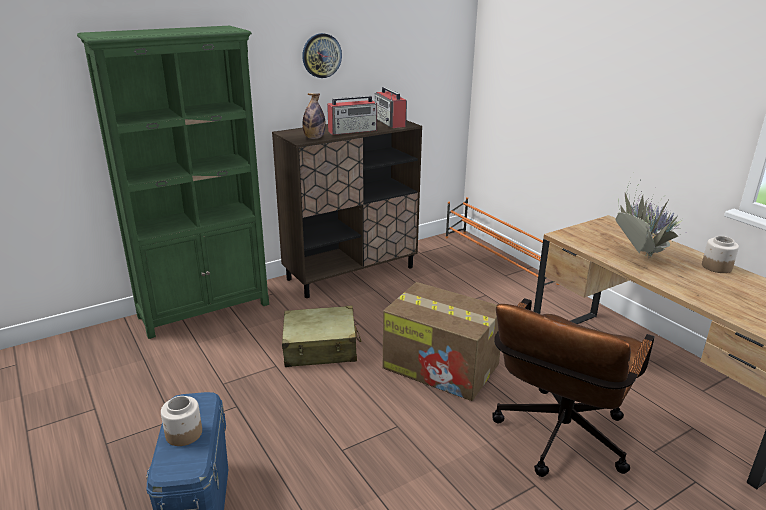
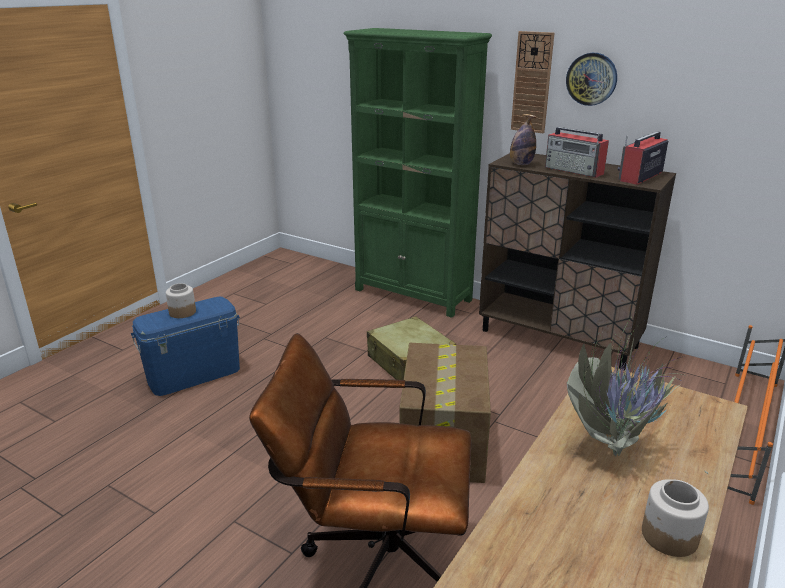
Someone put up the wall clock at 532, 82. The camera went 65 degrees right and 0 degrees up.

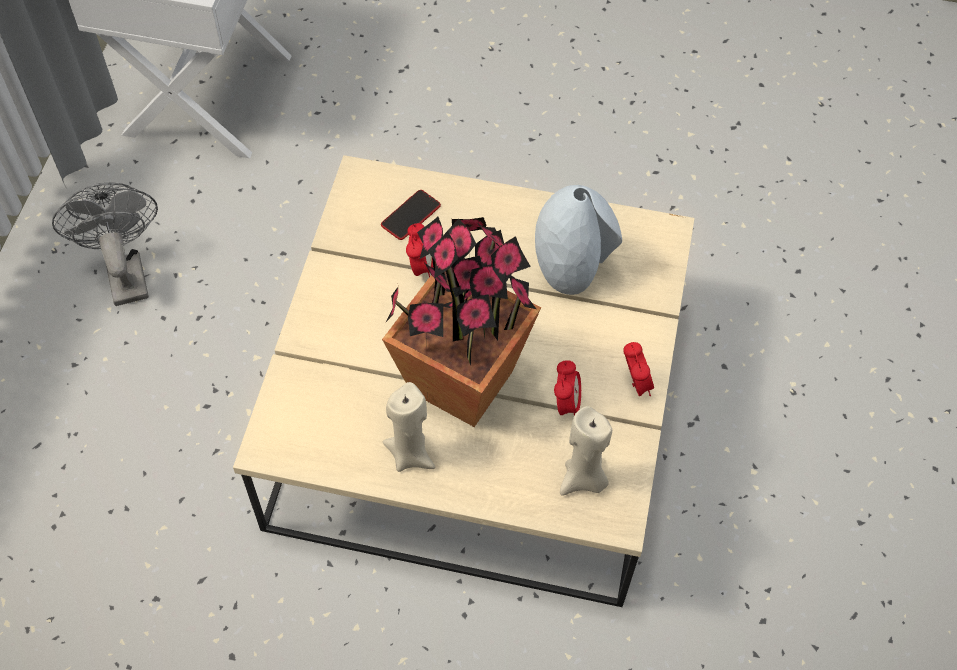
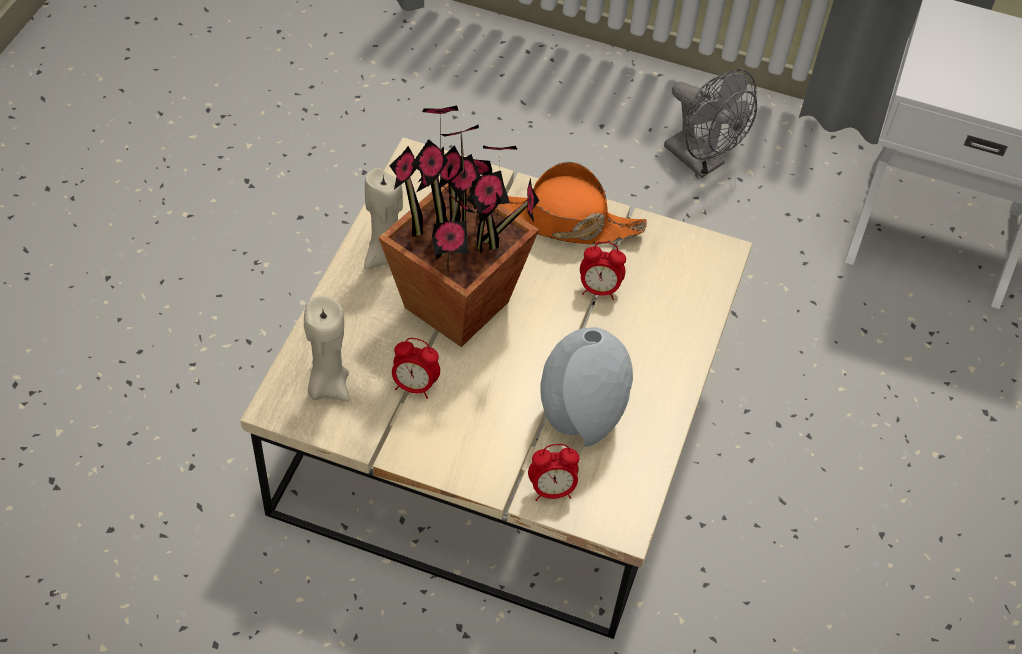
Someone rotated the fan in grey at 105, 244 by 60 degrees clockwise. Someone took away the phone at 411, 215. Someone carried the table clock from 638, 369 to 553, 472. Someone put down the clothing hat in orange at 573, 203. The camera went 95 degrees right and 5 degrees down.

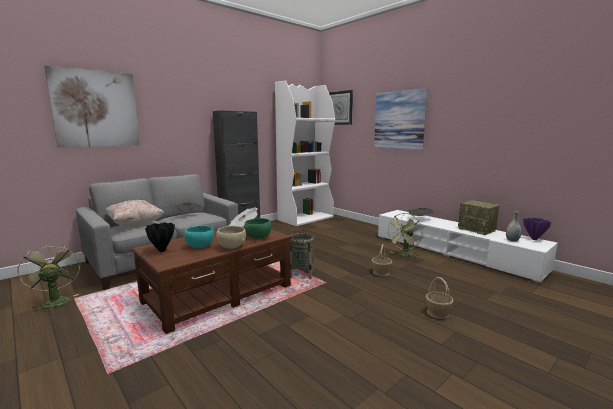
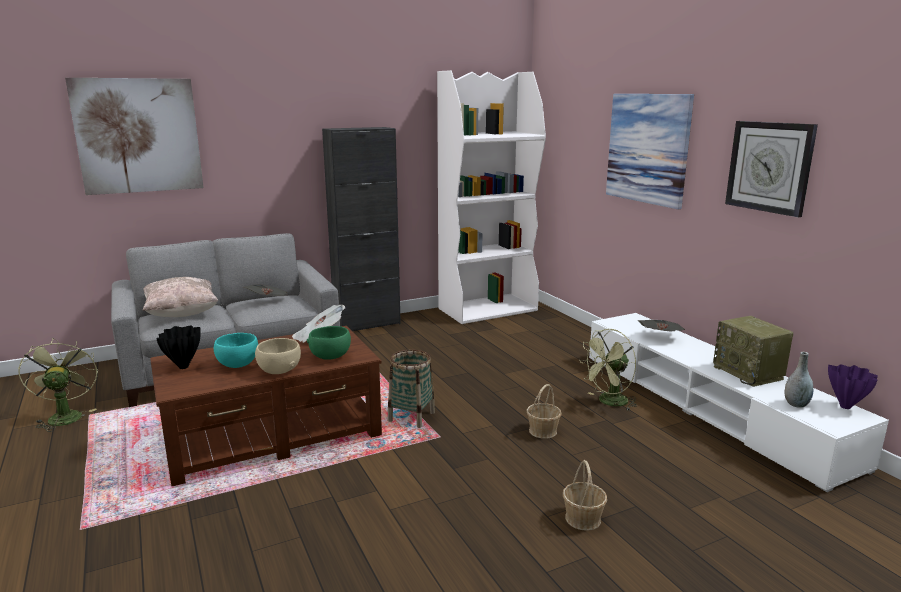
Someone carried the wall clock from 341, 107 to 771, 169. The camera went 15 degrees right and 5 degrees up.

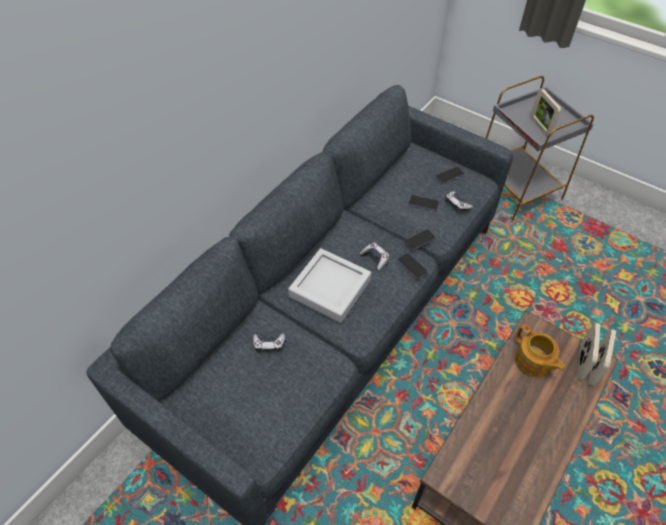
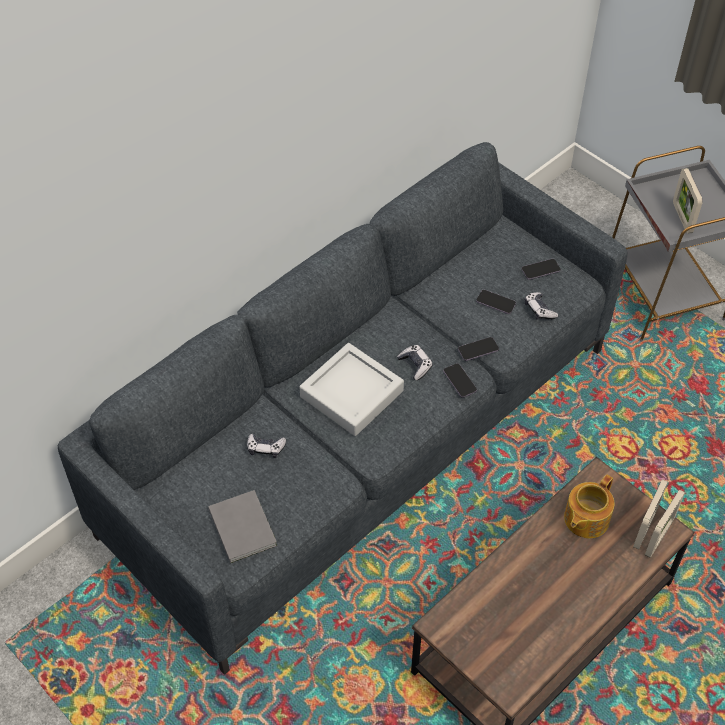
Someone rotated the tea pot at 540, 351 by 60 degrees clockwise. Someone put down the book in grey at 242, 526. The camera went 10 degrees right and 0 degrees up.

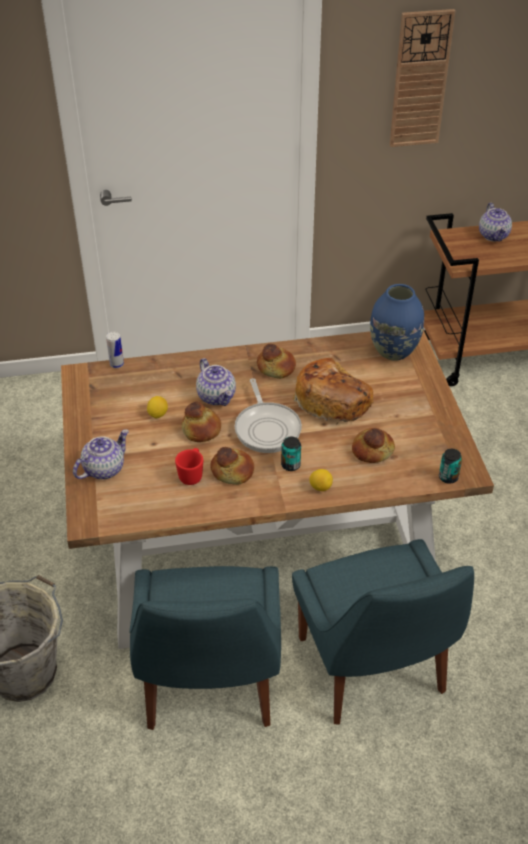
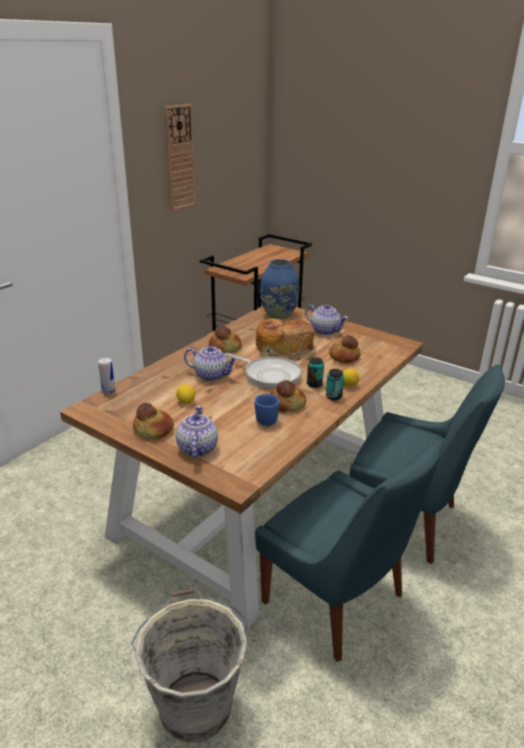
Someone carried the tea pot from 495, 222 to 326, 319. Someone carried the baked bread from 201, 422 to 153, 421. Someone repainted the tea mug in reddish at 189, 466, which became the tea mug in bluish at 267, 410. Someone carried the sealed can from 450, 466 to 335, 384. The camera went 45 degrees left and 15 degrees down.

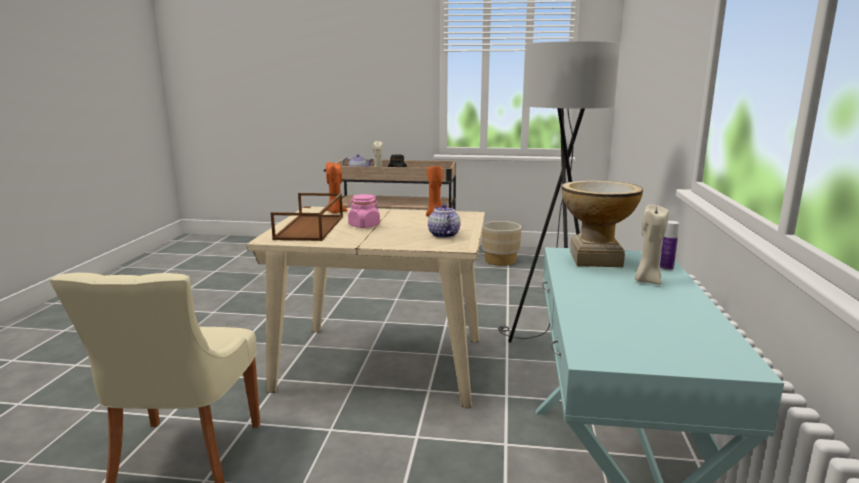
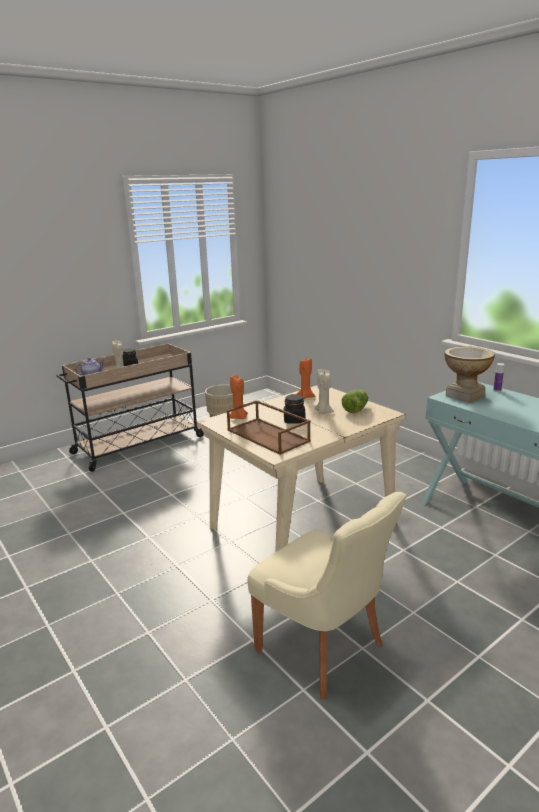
Someone took away the standard lamp in grey at 559, 192. Someone repainted the storage jar in pinkish at 364, 211, which became the storage jar in black-coloured at 294, 409. Someone swapped the tea pot at 444, 221 for the lettuce at 355, 401. Someone carried the wax light in beige from 652, 244 to 324, 391. The camera went 45 degrees left and 5 degrees up.

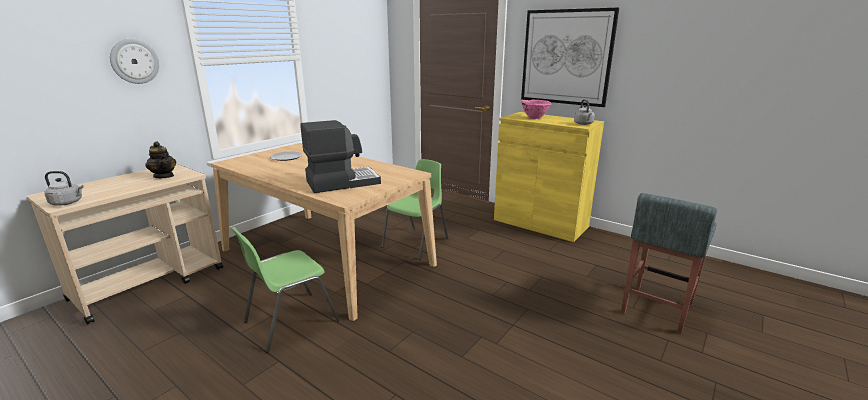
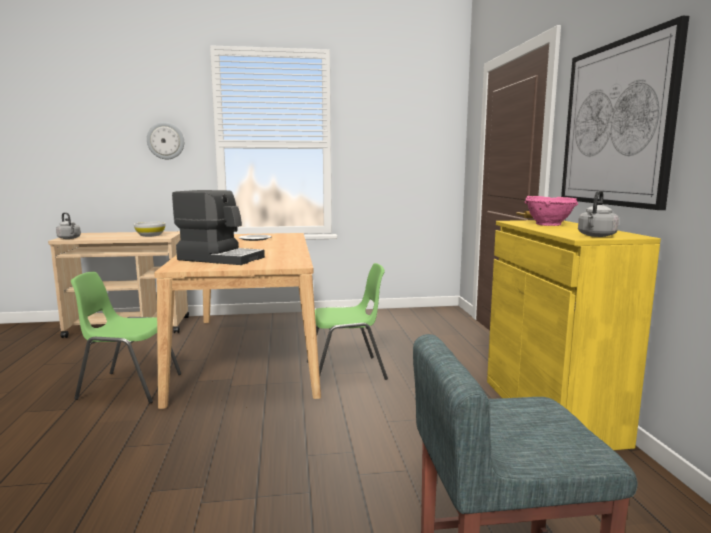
Someone swapped the tea pot at 160, 159 for the bowl in whitish at 149, 229. The camera went 45 degrees right and 10 degrees down.

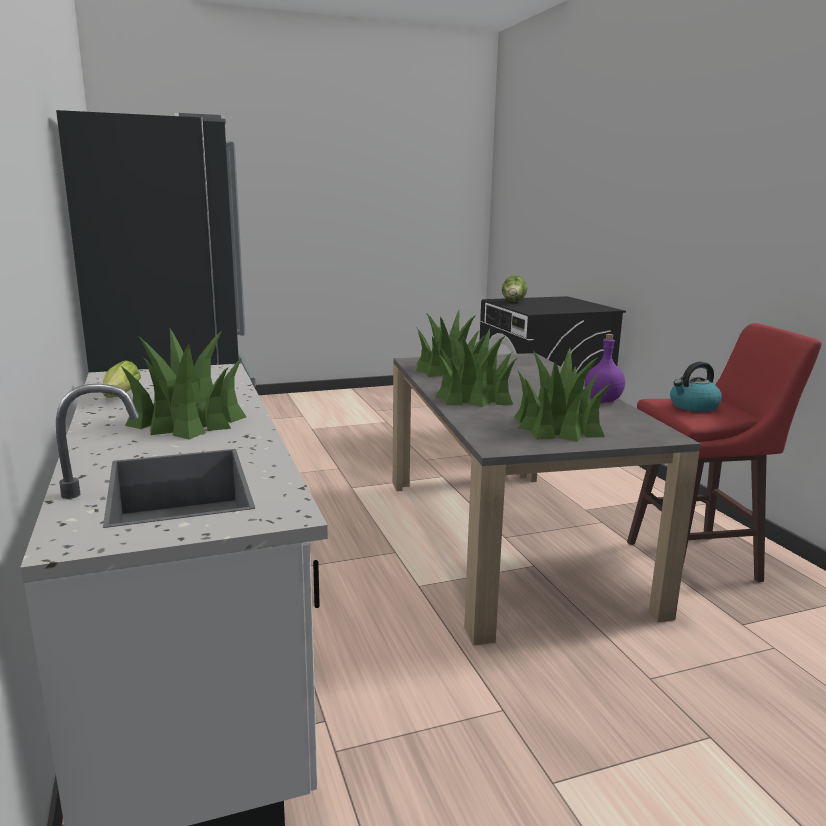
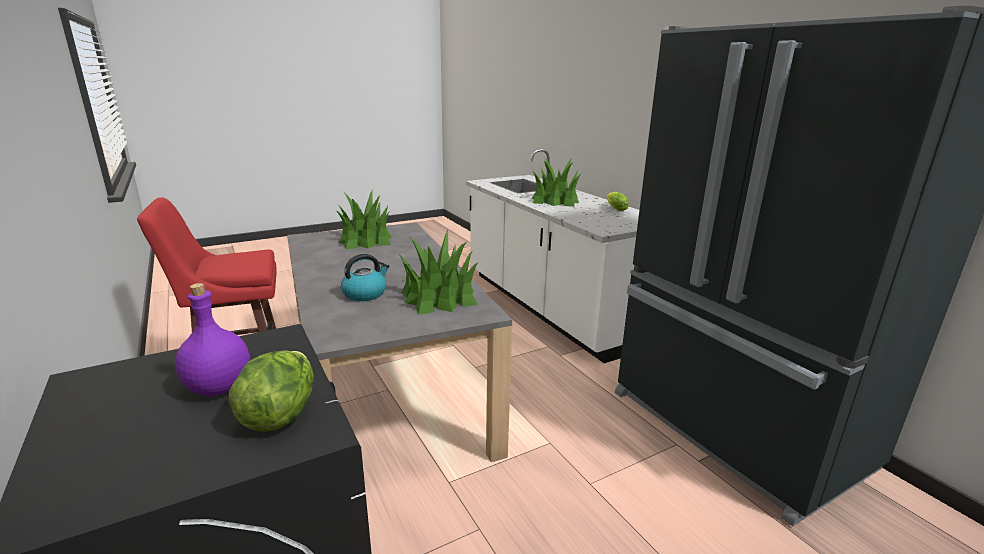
Someone took away the potted plant at 476, 367. Someone carried the beverage bottle in purplish from 605, 368 to 212, 339. Someone carried the kettle from 696, 386 to 365, 277. The camera went 170 degrees right and 5 degrees up.

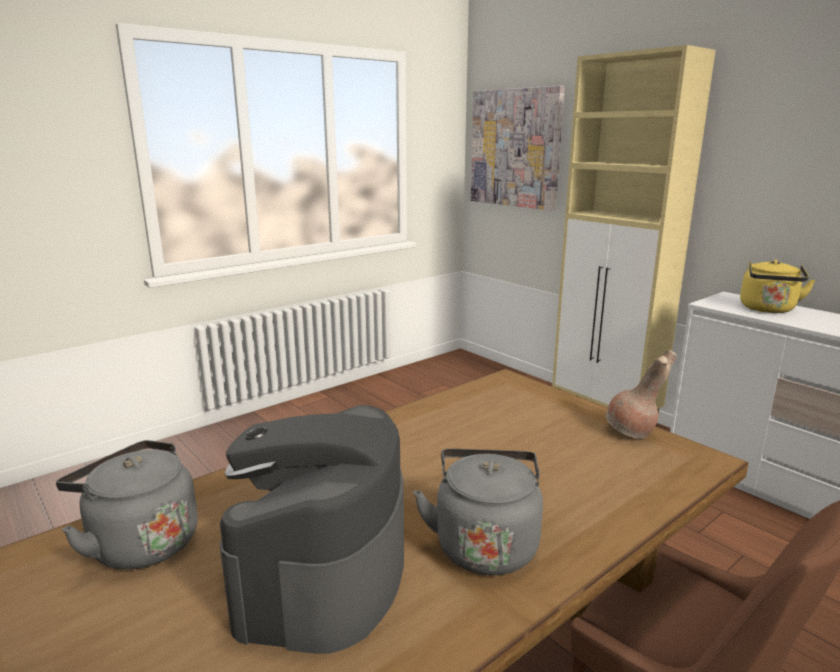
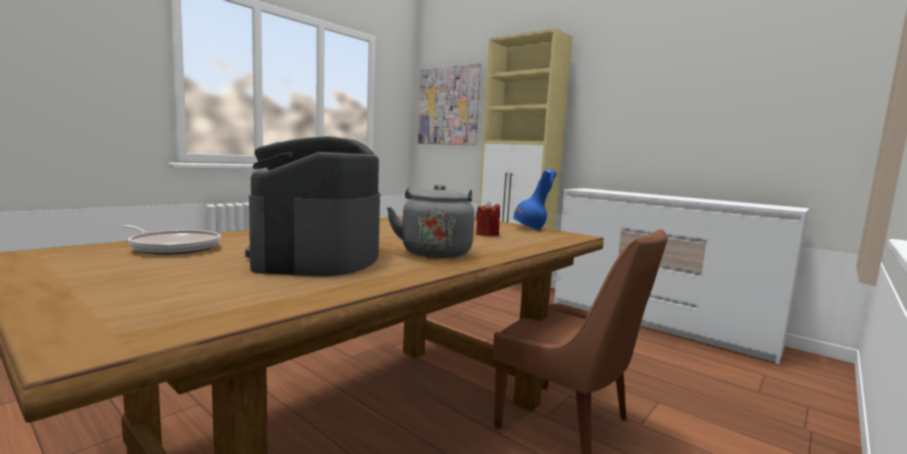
Someone took away the kettle in yellowish at 778, 286. Someone repainted the flower vase in brown-coloured at 641, 394, which became the flower vase in bluish at 535, 199. Someone swapped the kettle in grey at 127, 504 for the skillet at 171, 240. Someone put down the wax light in reddish at 488, 218. The camera went 10 degrees left and 10 degrees down.

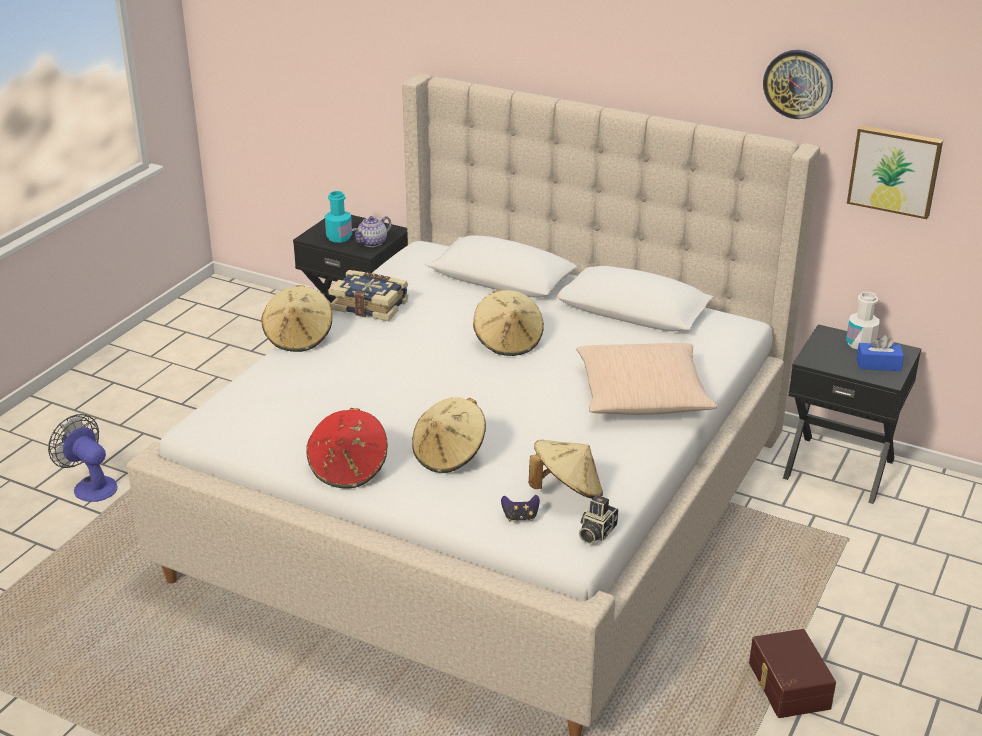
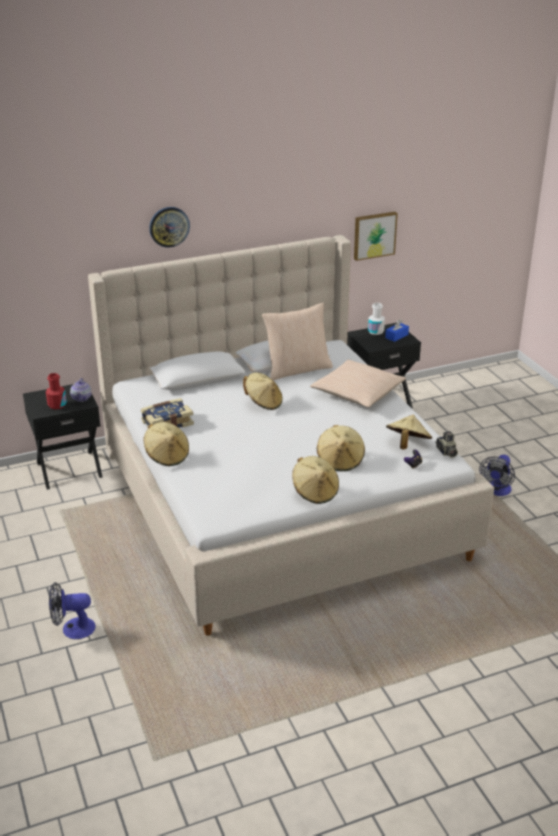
Someone carried the wall clock from 798, 84 to 169, 227. Someone repainted the beverage bottle in turquoise-coloured at 338, 216, which became the beverage bottle in reddish at 56, 391. Someone repainted the clothing hat in reddish at 347, 448, which became the clothing hat in beige at 315, 480. Someone swapped the storage container in brown-coloured at 792, 673 for the fan at 497, 475. Someone put down the throw pillow in beige at 297, 341. The camera went 50 degrees left and 0 degrees up.

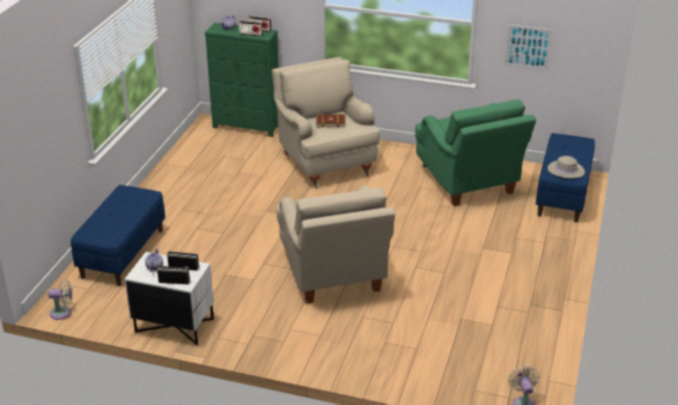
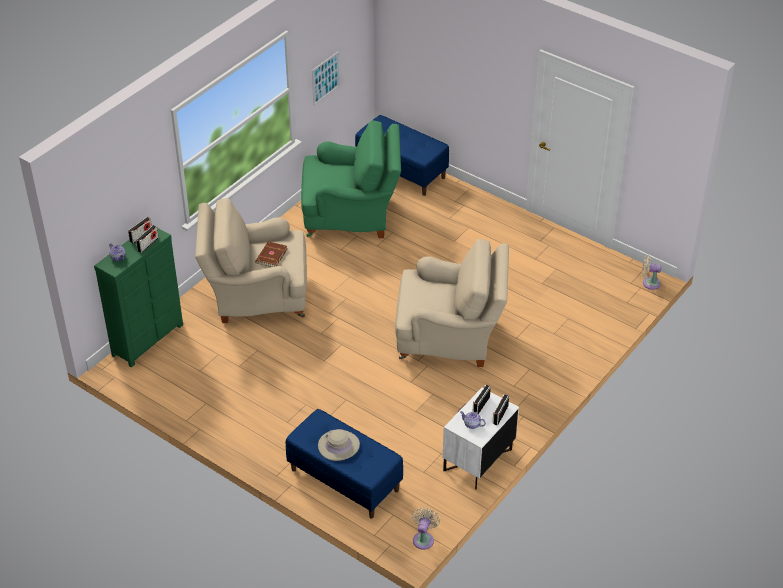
Someone carried the clothing hat in beige from 566, 167 to 339, 445. The camera went 70 degrees left and 10 degrees up.

